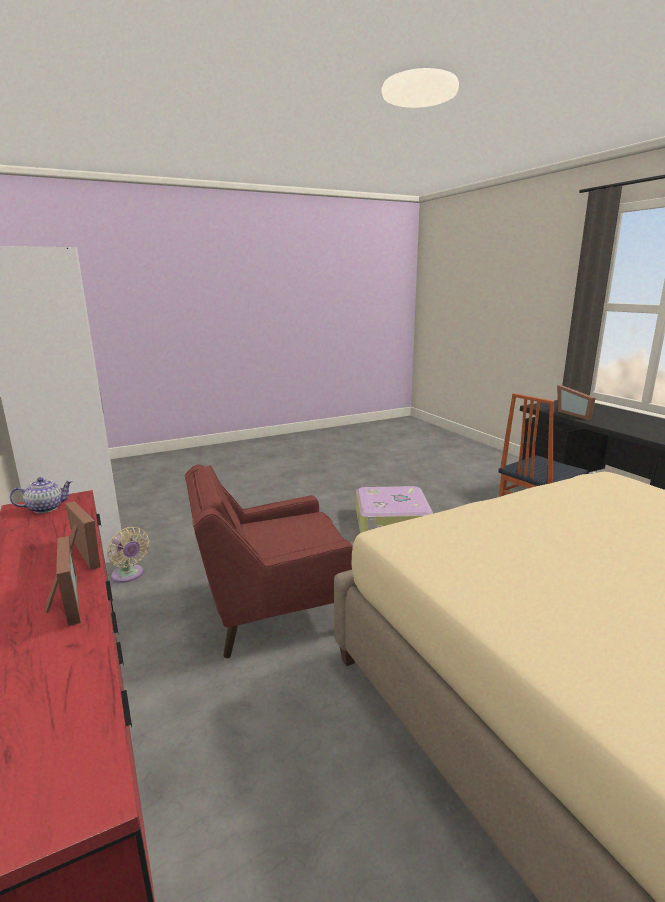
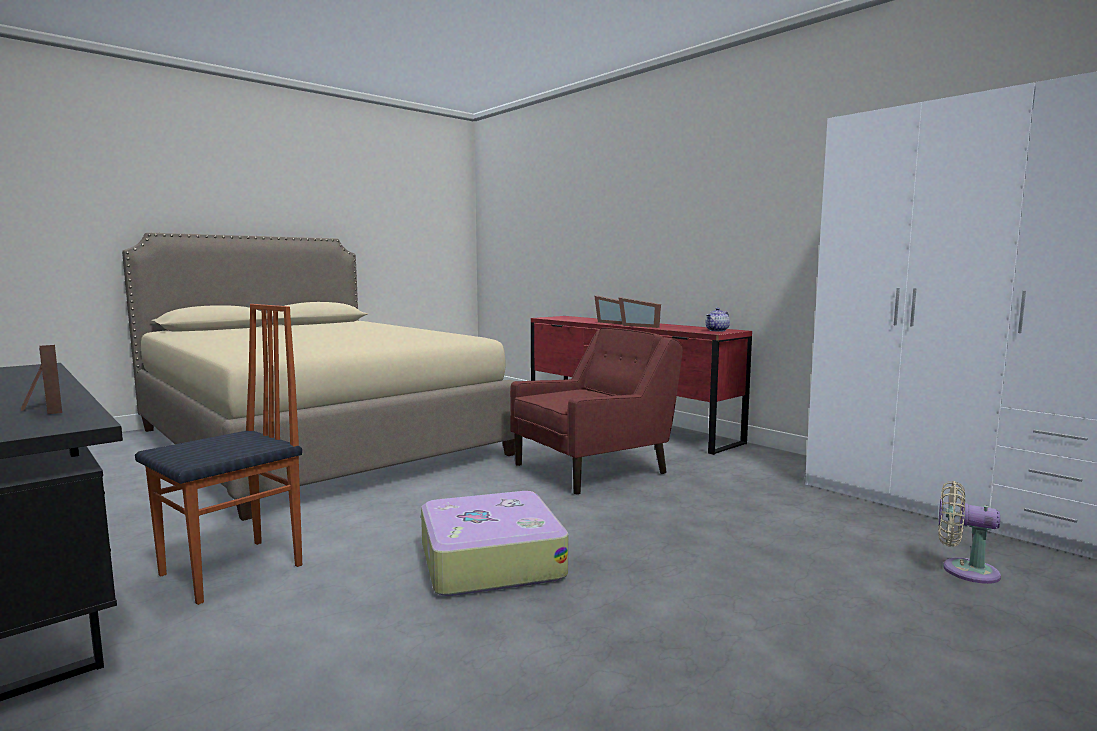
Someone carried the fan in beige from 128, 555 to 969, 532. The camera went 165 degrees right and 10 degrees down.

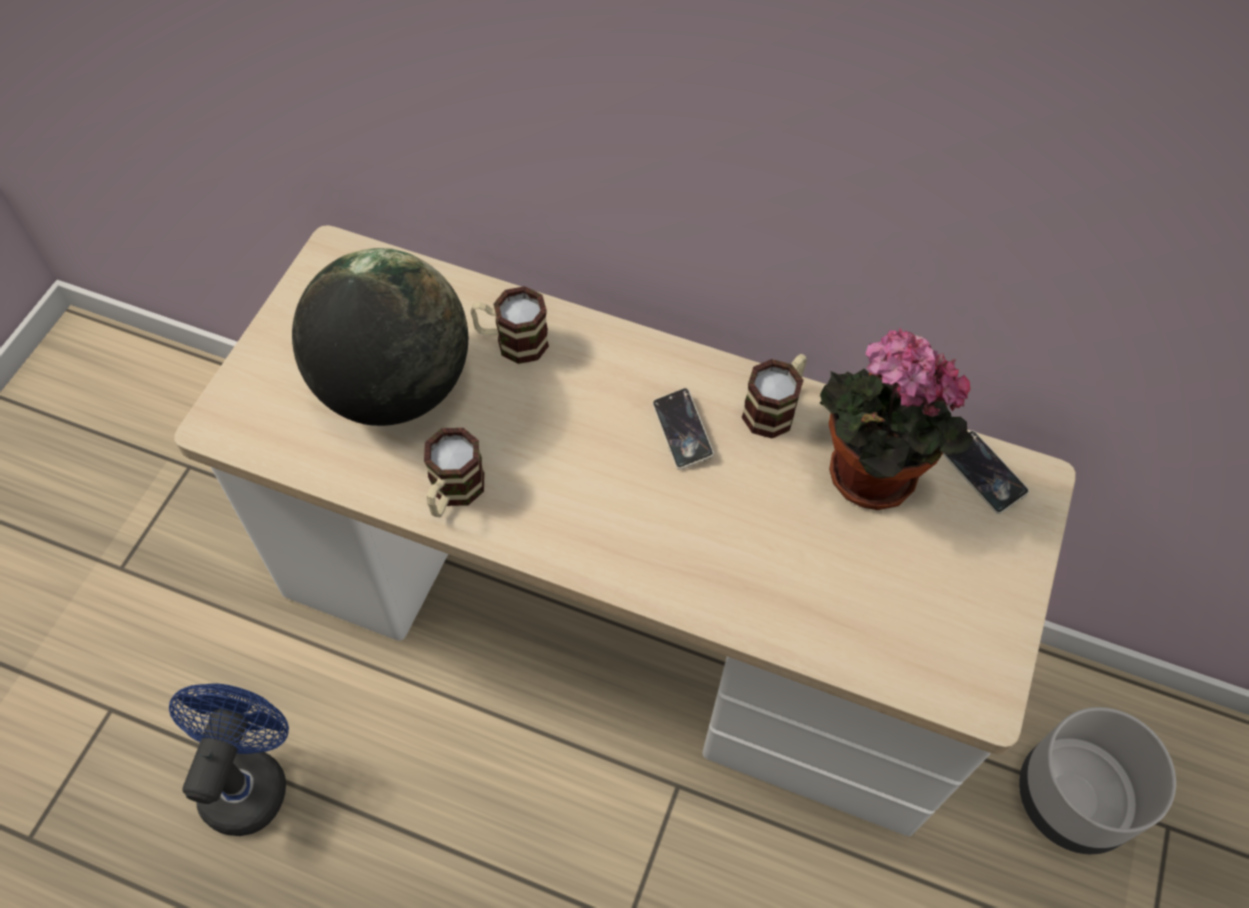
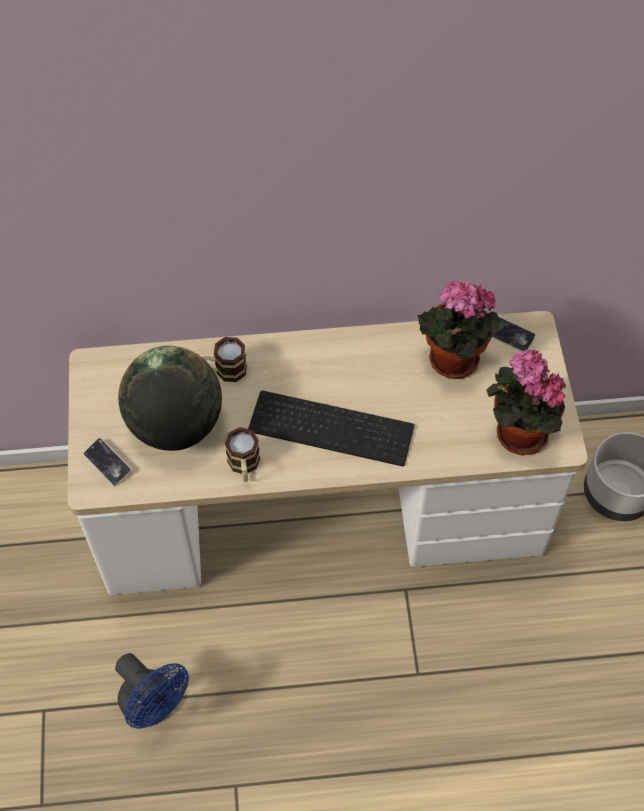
Someone took away the tea mug at 774, 396. Someone carried the phone from 683, 429 to 107, 462. Someone rotated the fan in bluish at 229, 759 by 150 degrees clockwise. Someone put down the potted plant at 526, 402. Someone put down the keyboard at 331, 428. The camera went 25 degrees left and 0 degrees up.

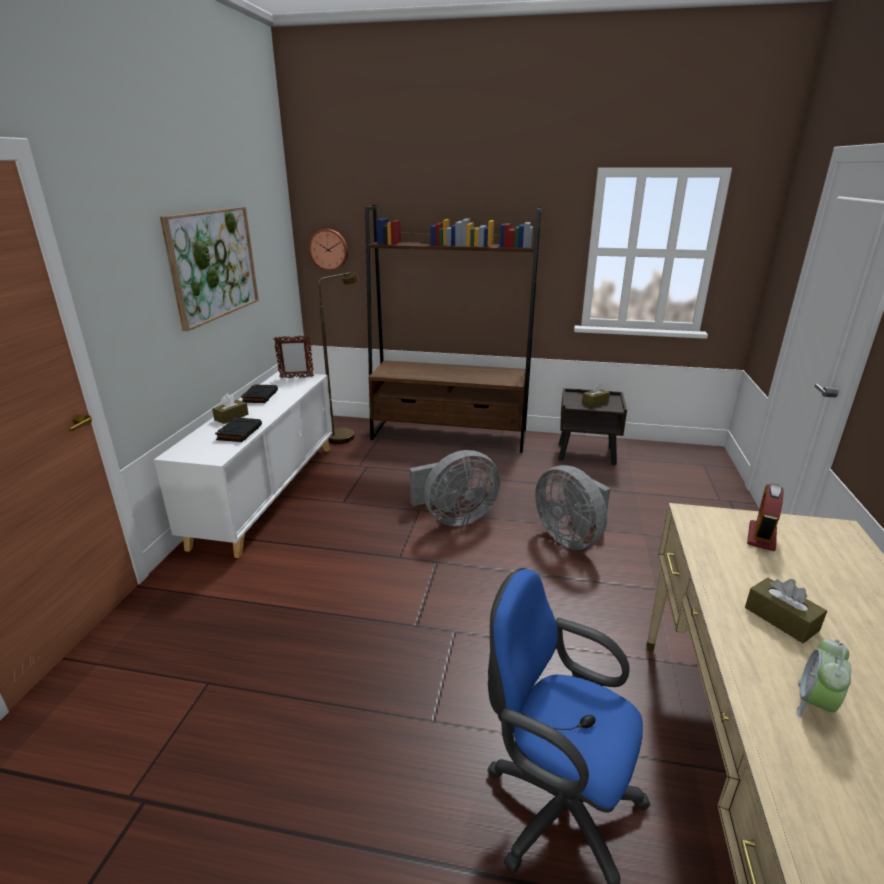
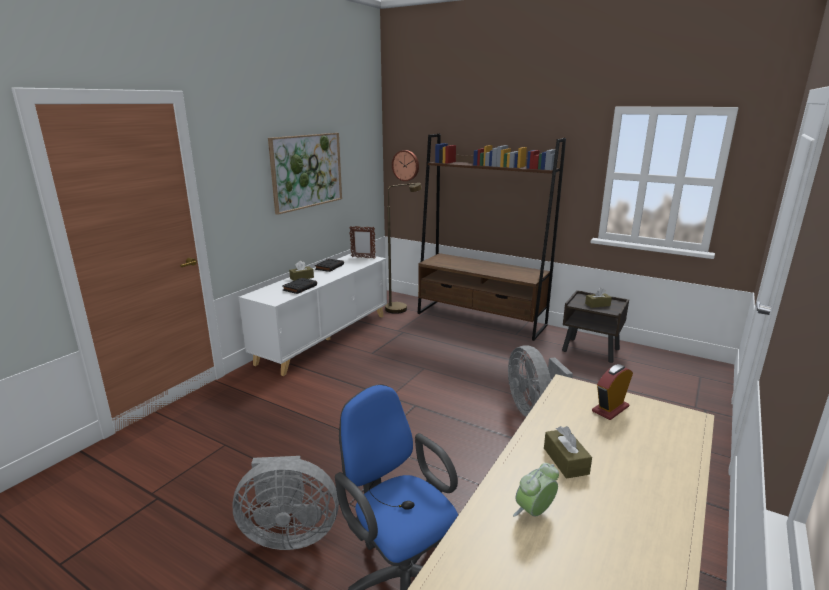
Someone carried the fan in grey from 454, 488 to 285, 503. The camera went 20 degrees right and 5 degrees down.

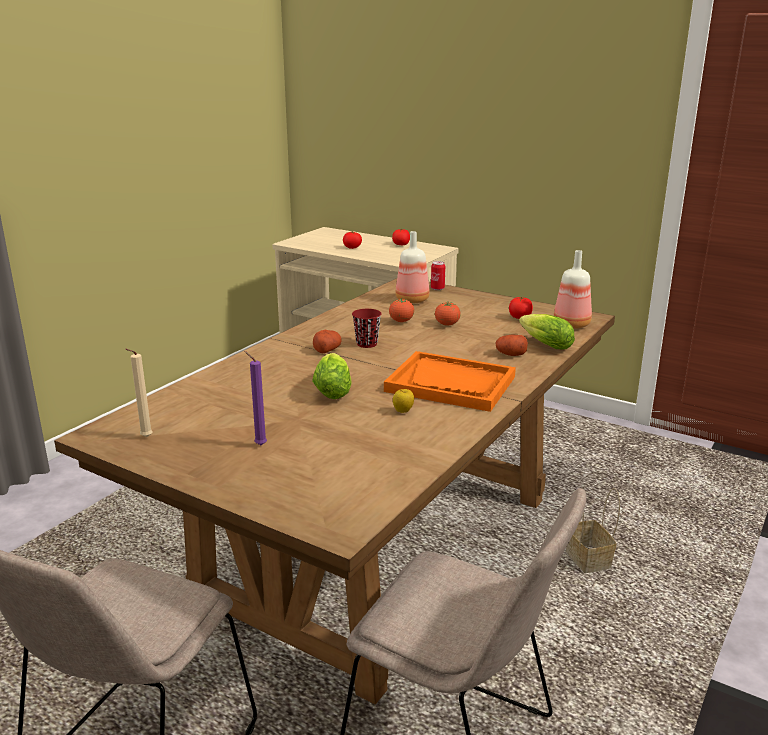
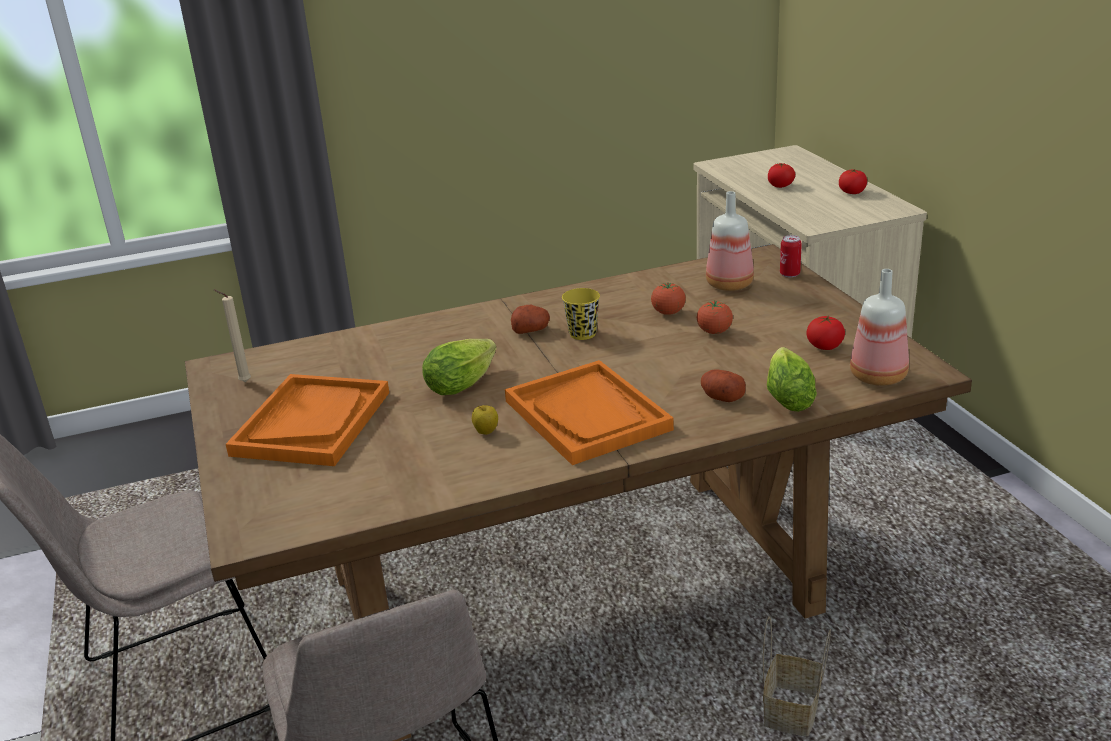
Someone repainted the cup in reddish at 367, 328, which became the cup in yellowish at 581, 314. Someone swapped the wax light in purplish at 255, 398 for the serving tray in orange at 307, 420. The camera went 40 degrees right and 5 degrees up.

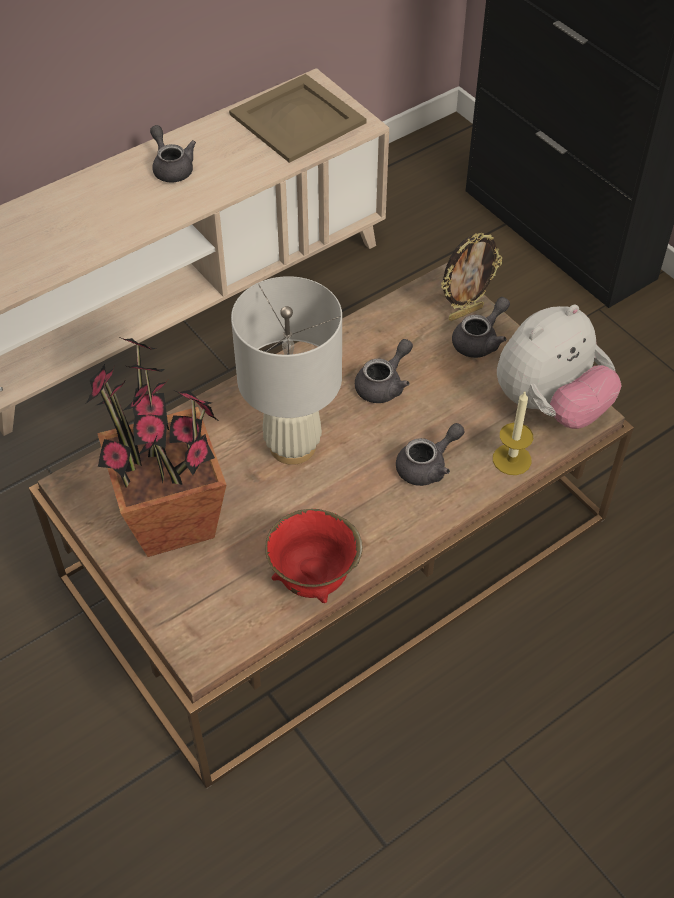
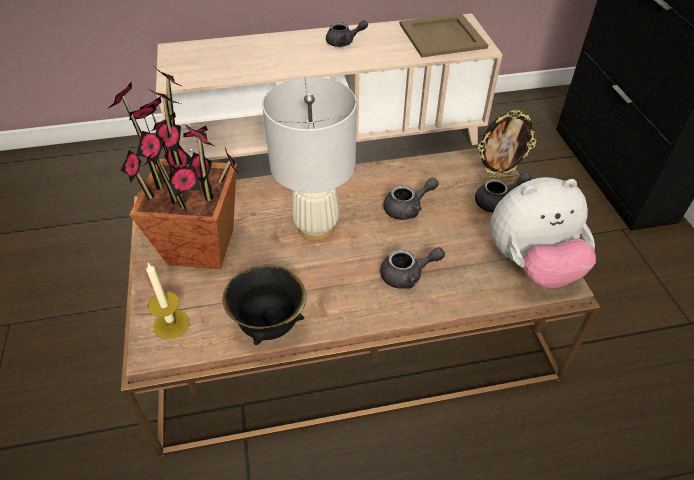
Someone rotated the tea pot in grey at 173, 153 by 90 degrees clockwise. Someone carried the wax light from 513, 433 to 168, 301. Someone repainted the bowl in reddish at 314, 556, which became the bowl in black-coloured at 264, 304. The camera went 25 degrees right and 5 degrees down.

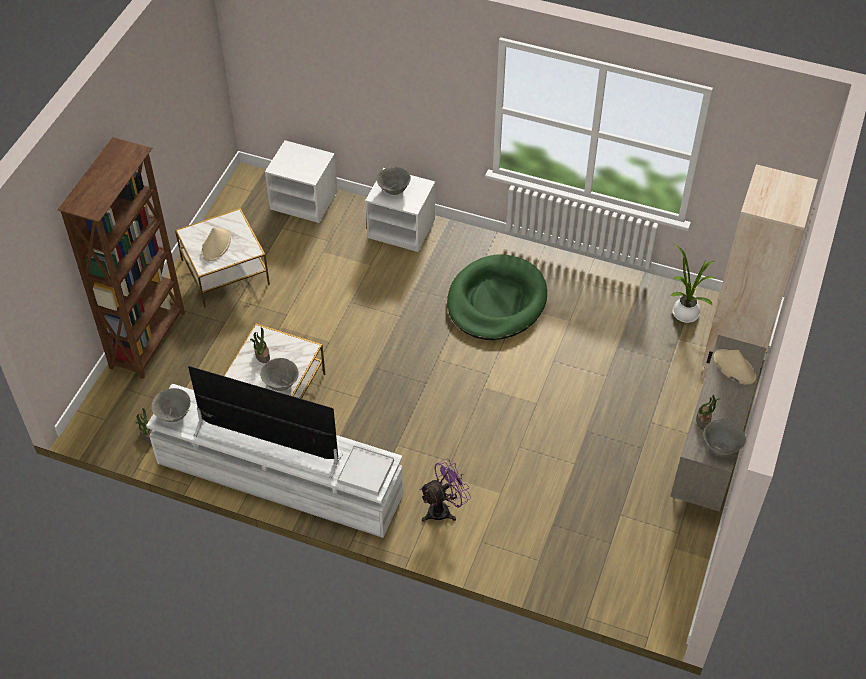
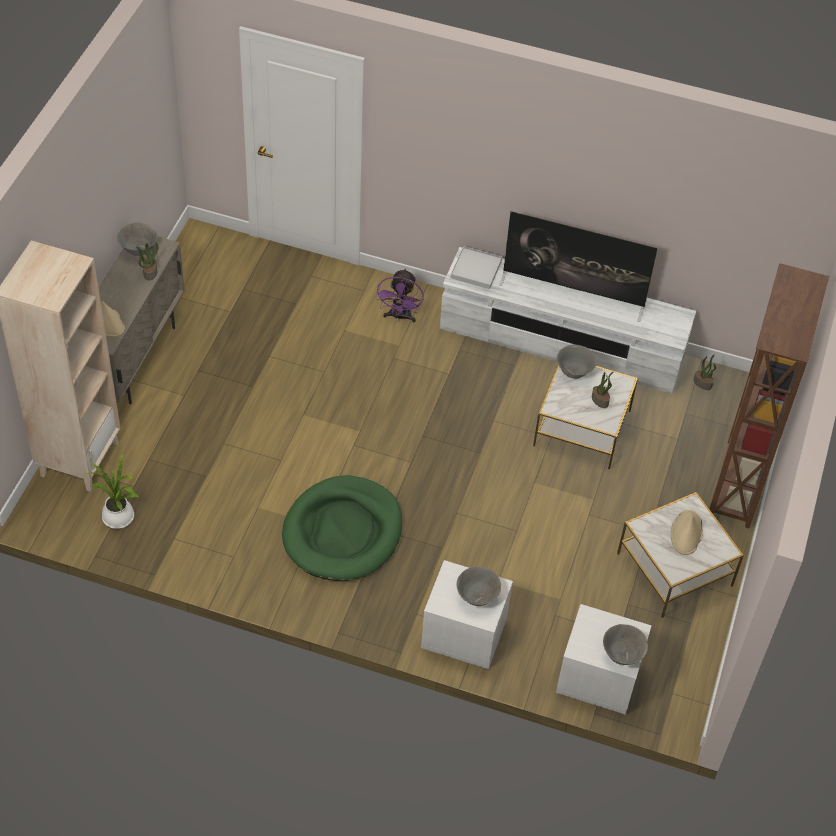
Someone carried the bowl in grey from 171, 405 to 625, 644. Someone rotated the fan in purplish at 445, 490 by 45 degrees counterclockwise. The camera went 175 degrees right and 0 degrees up.

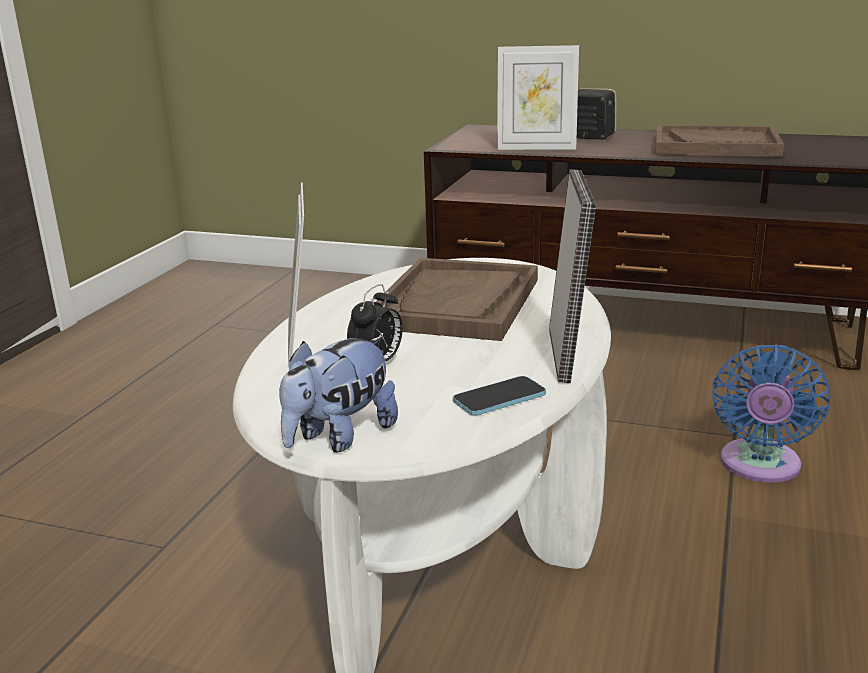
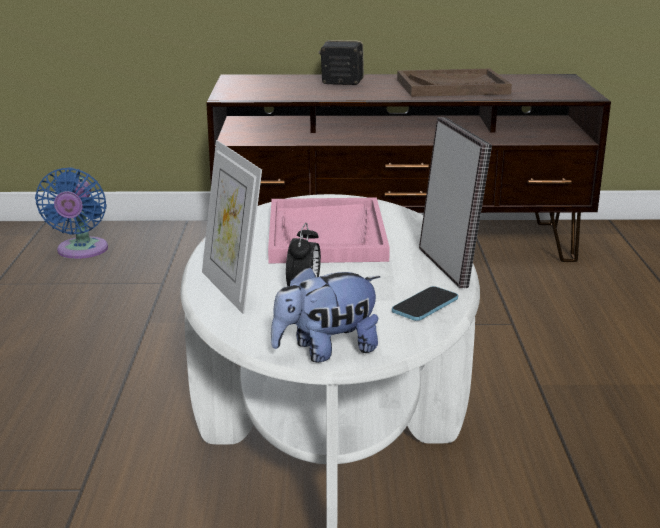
Someone took away the standing frame at 538, 97. Someone repainted the serving tray in brown-coloured at 457, 299, which became the serving tray in pinkish at 329, 230. Someone rotated the plush toy at 338, 394 by 45 degrees clockwise. Someone carried the fan in bluish from 771, 413 to 71, 213. The camera went 20 degrees left and 0 degrees up.

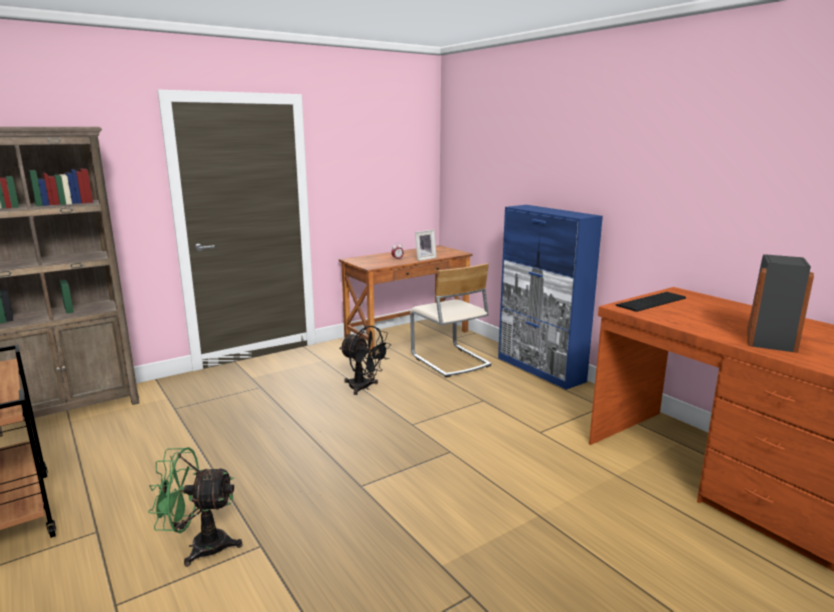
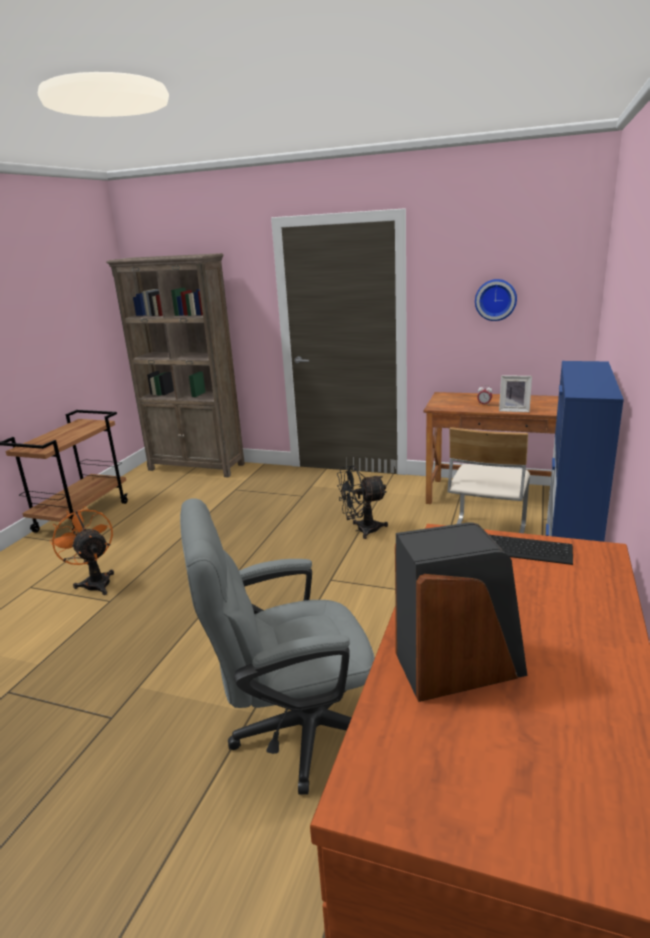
Someone rotated the fan in black-coloured at 365, 360 by 75 degrees clockwise. Someone repainted the fan in greenish at 195, 507, which became the fan in orange at 82, 550. Someone put up the wall clock at 496, 300. Someone put down the desk chair in grey at 277, 646. The camera went 55 degrees right and 5 degrees up.

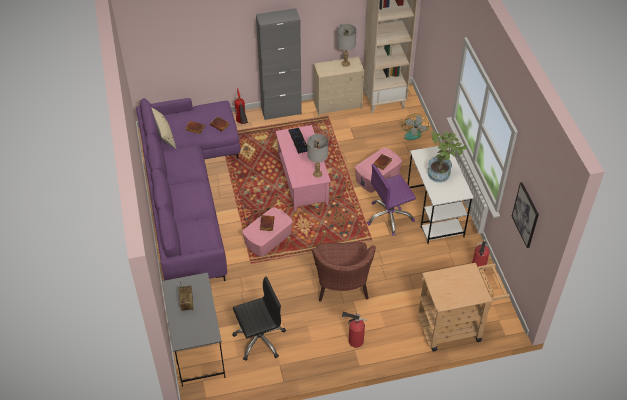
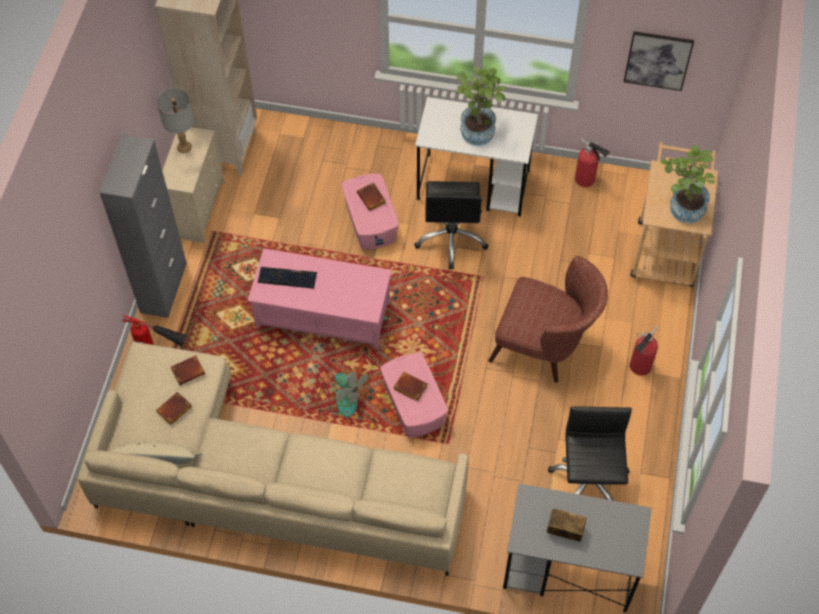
Someone repainted the couch in purplish at 188, 189, which became the couch in beige at 273, 459. Someone carried the fan from 415, 127 to 343, 392. Someone took away the tabletop lamp in grey at 317, 155. Someone repainted the desk chair in purplish at 391, 200, which became the desk chair in black-coloured at 451, 225. Someone put down the potted plant at 687, 184. The camera went 65 degrees left and 10 degrees up.

